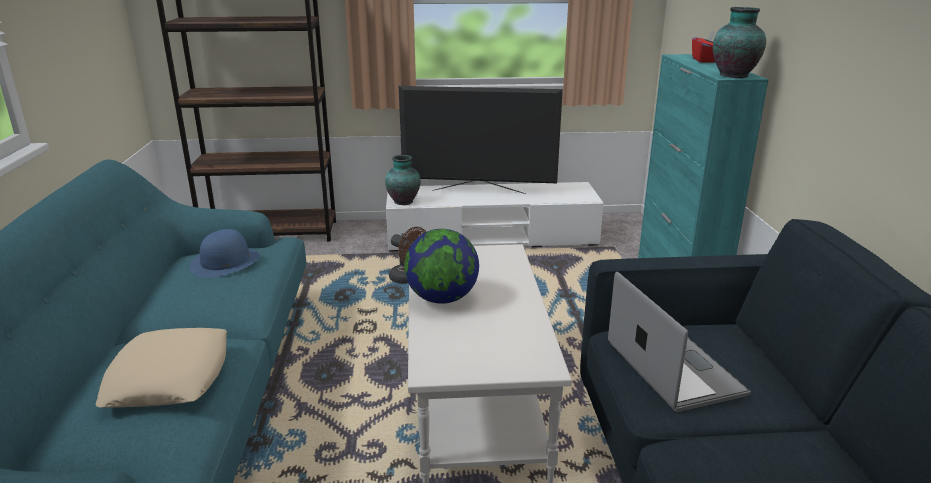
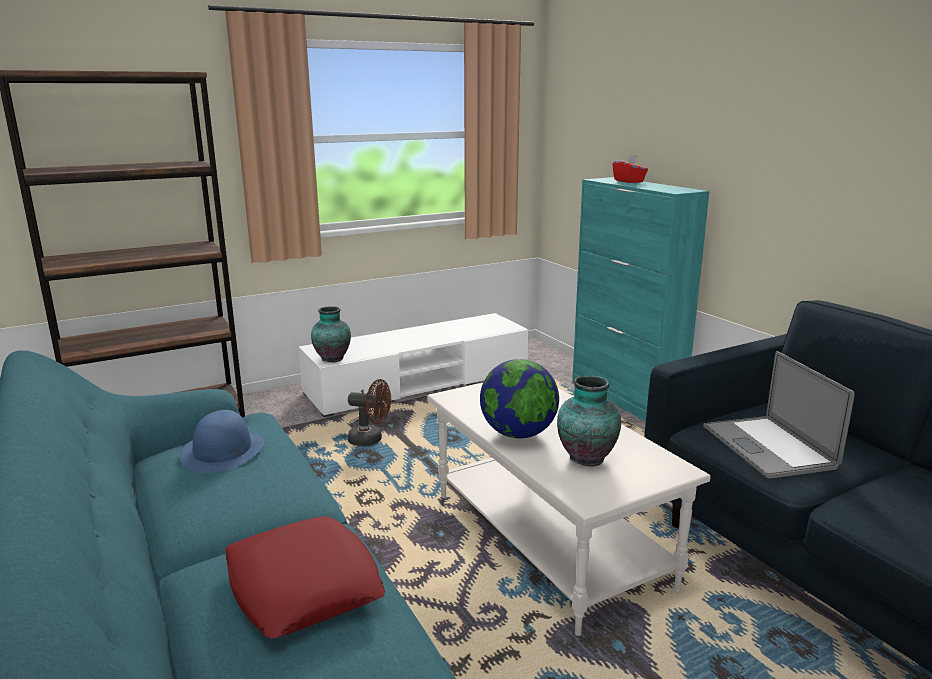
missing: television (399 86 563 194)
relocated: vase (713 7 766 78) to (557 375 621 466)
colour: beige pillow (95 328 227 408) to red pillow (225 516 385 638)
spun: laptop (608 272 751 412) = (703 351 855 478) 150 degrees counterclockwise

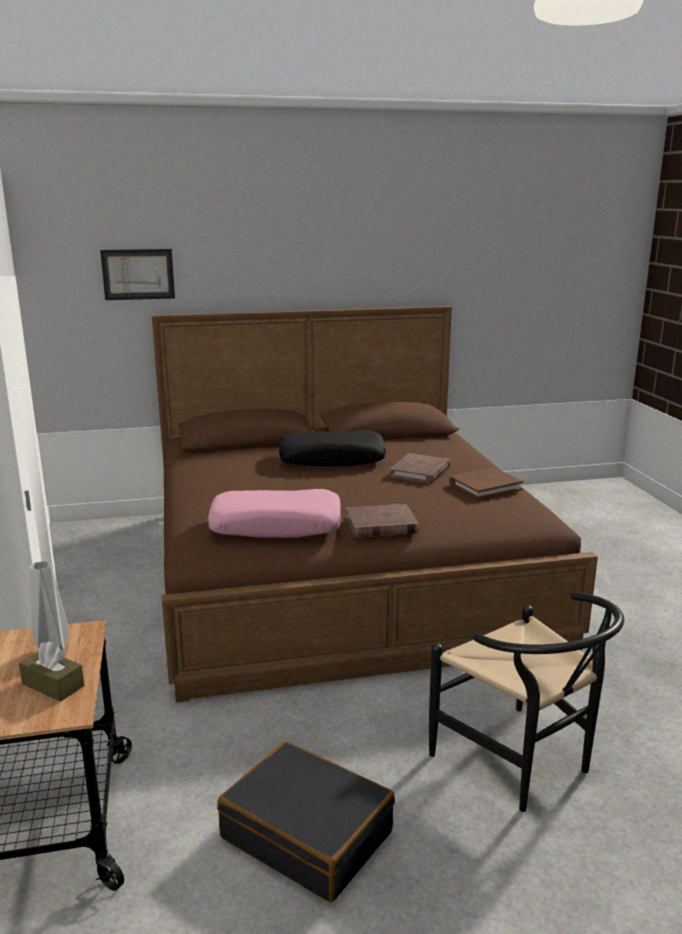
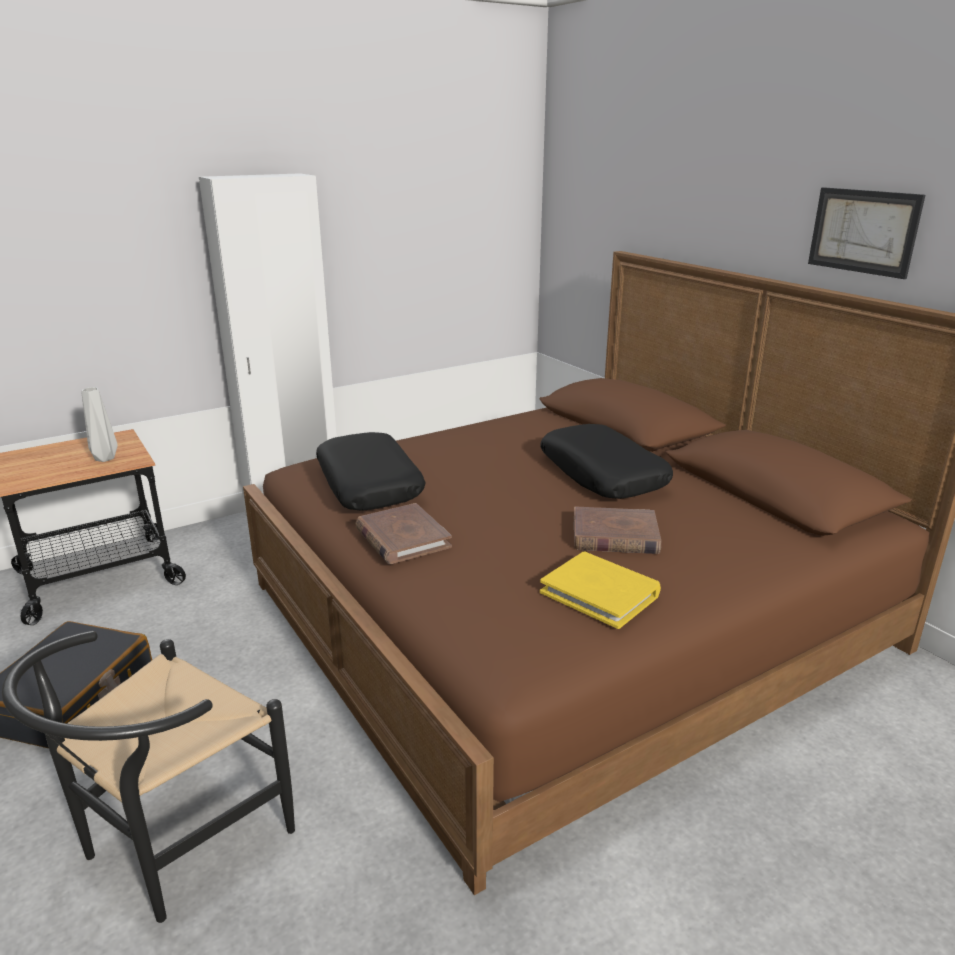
missing: brown tissue box (19 641 84 702)
relocated: picture (100 249 175 300) to (808 187 925 279)
colour: pink pillow (208 489 341 538) to black pillow (316 432 425 511); brown book (449 468 523 500) to yellow book (540 552 661 629)

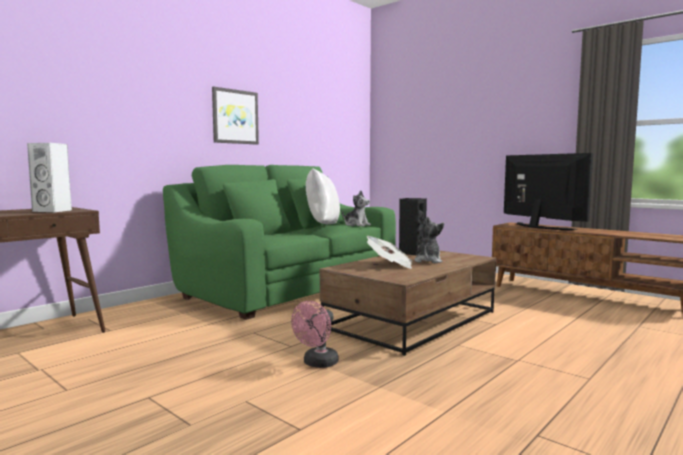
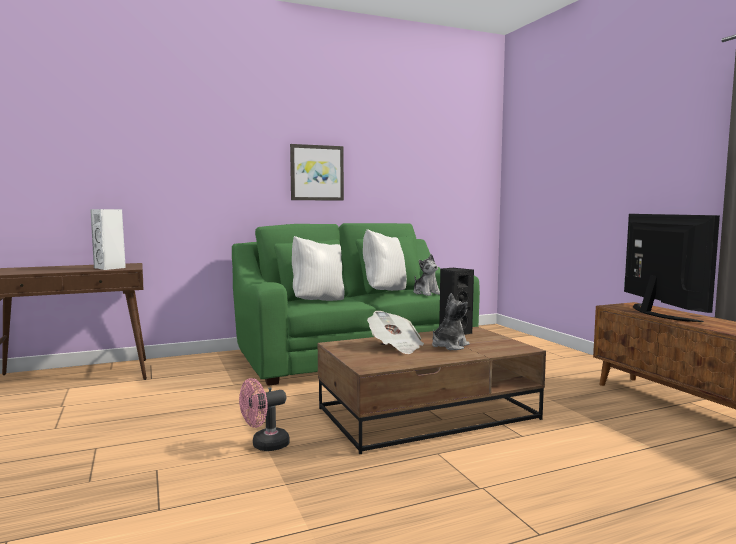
appeared: white pillow (292 236 344 301)

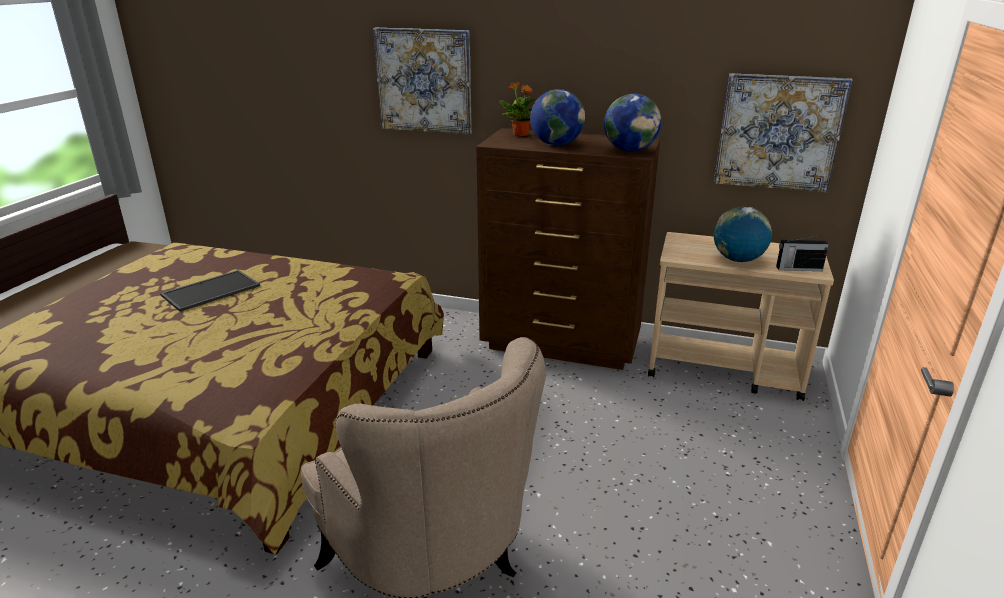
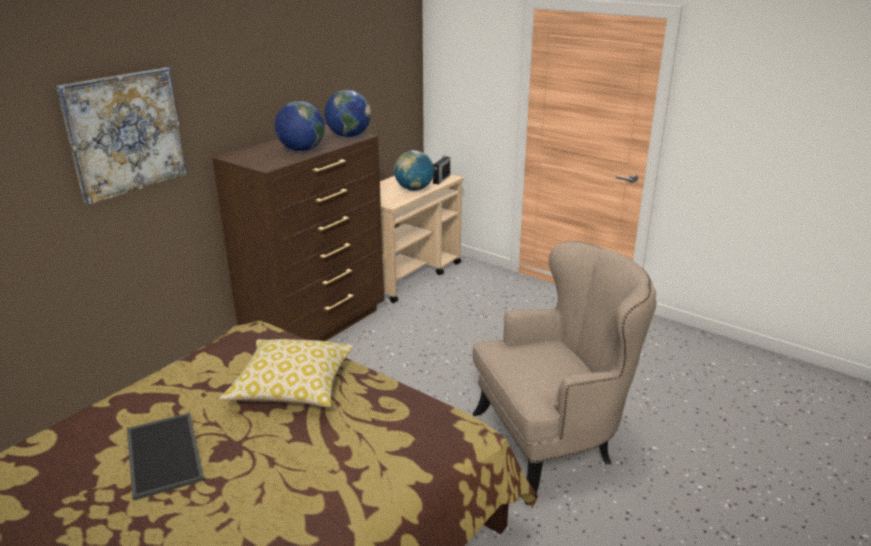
missing: potted plant (499 82 535 137); picture (714 73 852 193)
appeared: pillow (219 339 353 407)

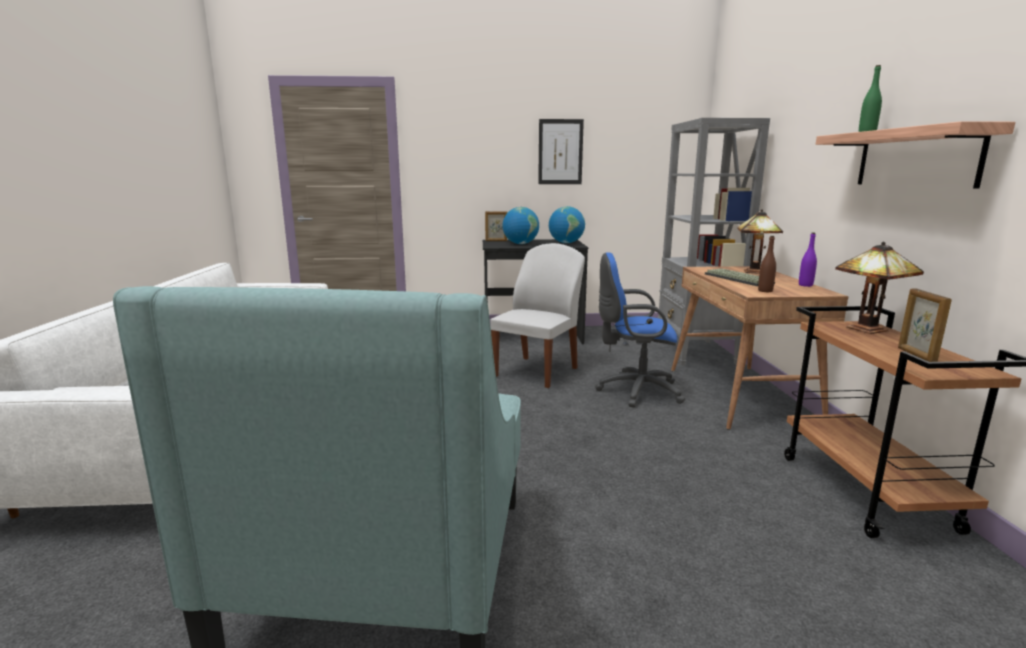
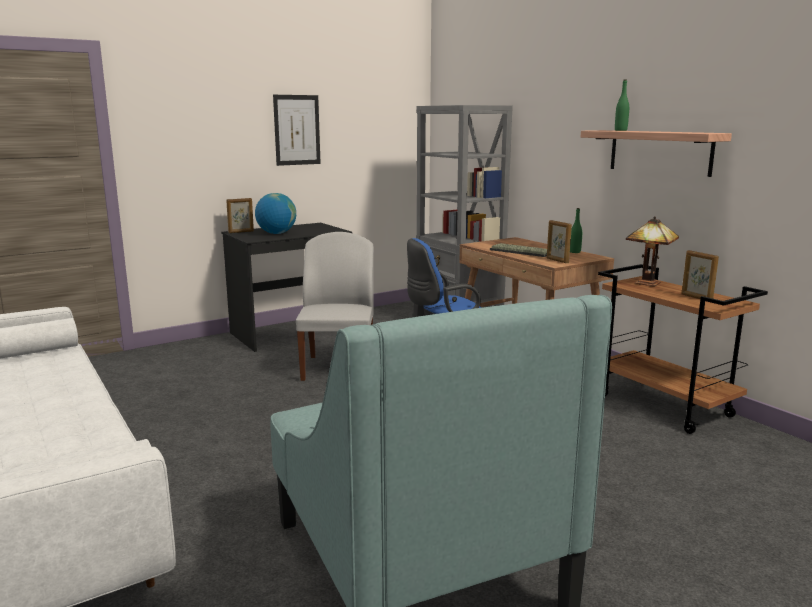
missing: globe (549 206 585 243); table lamp (738 209 783 274)
exchanged: brown bottle (758 236 776 292) to picture frame (547 220 572 263)
colour: purple bottle (799 233 817 287) to green bottle (570 208 582 253)

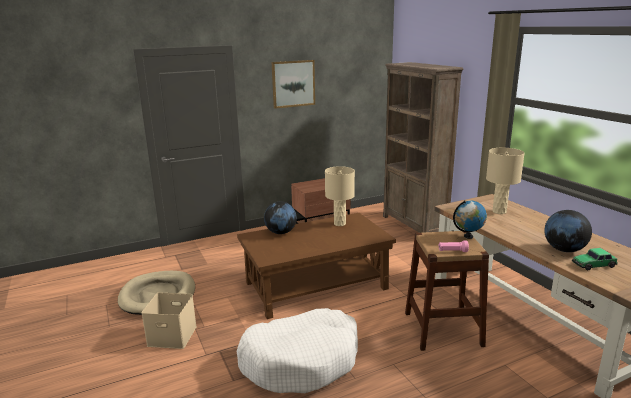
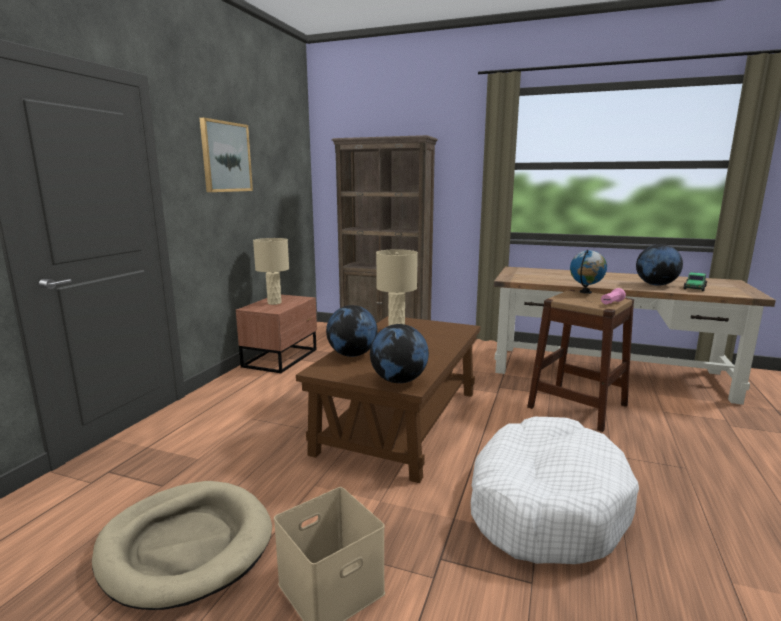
appeared: globe (370 324 429 383)
relocated: beige table lamp (486 148 525 214) to (253 238 289 305)

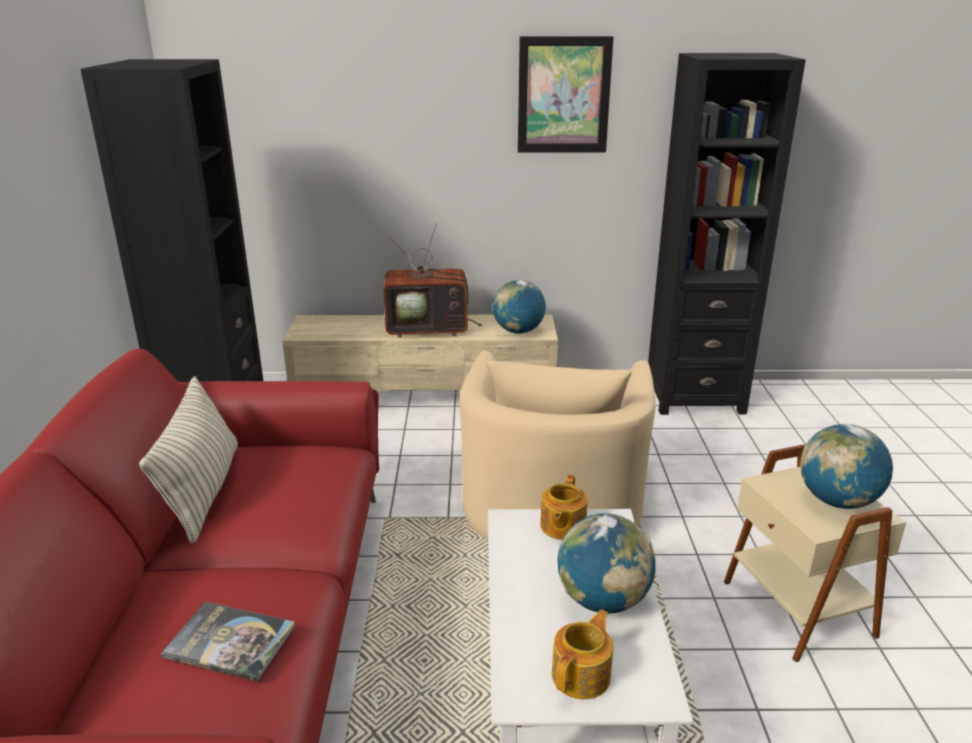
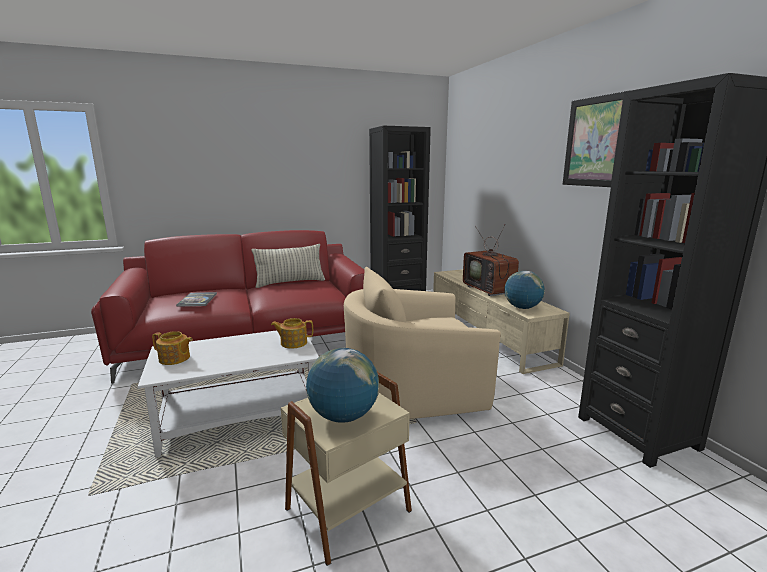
missing: globe (557 513 656 614)

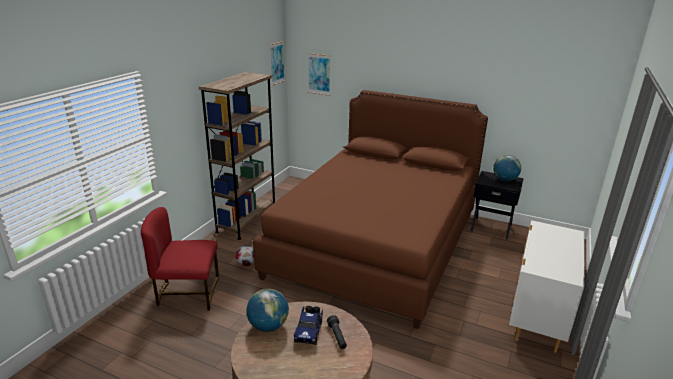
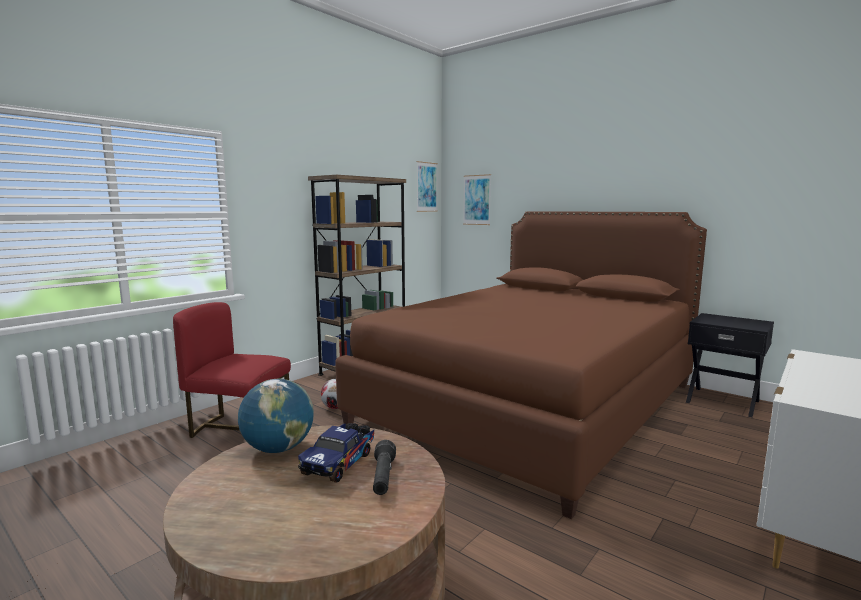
missing: globe (493 155 521 181)

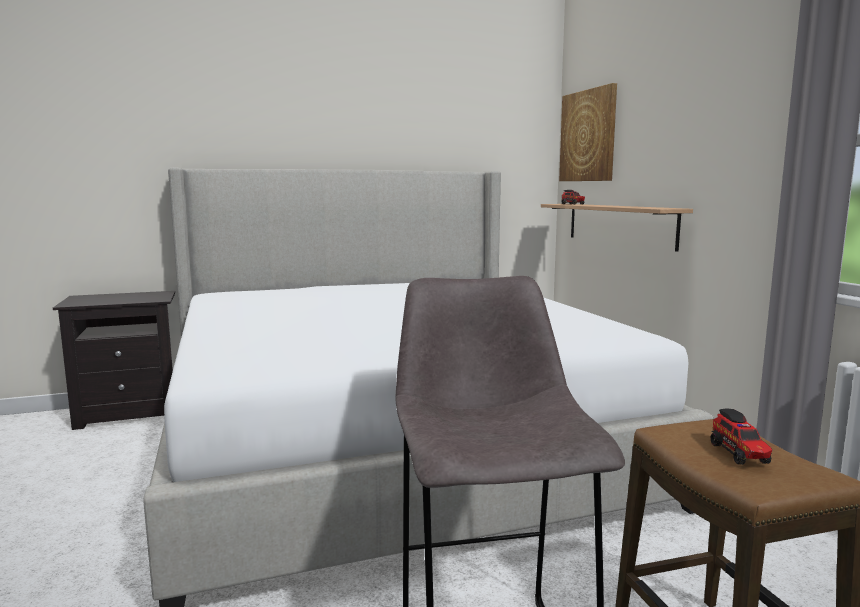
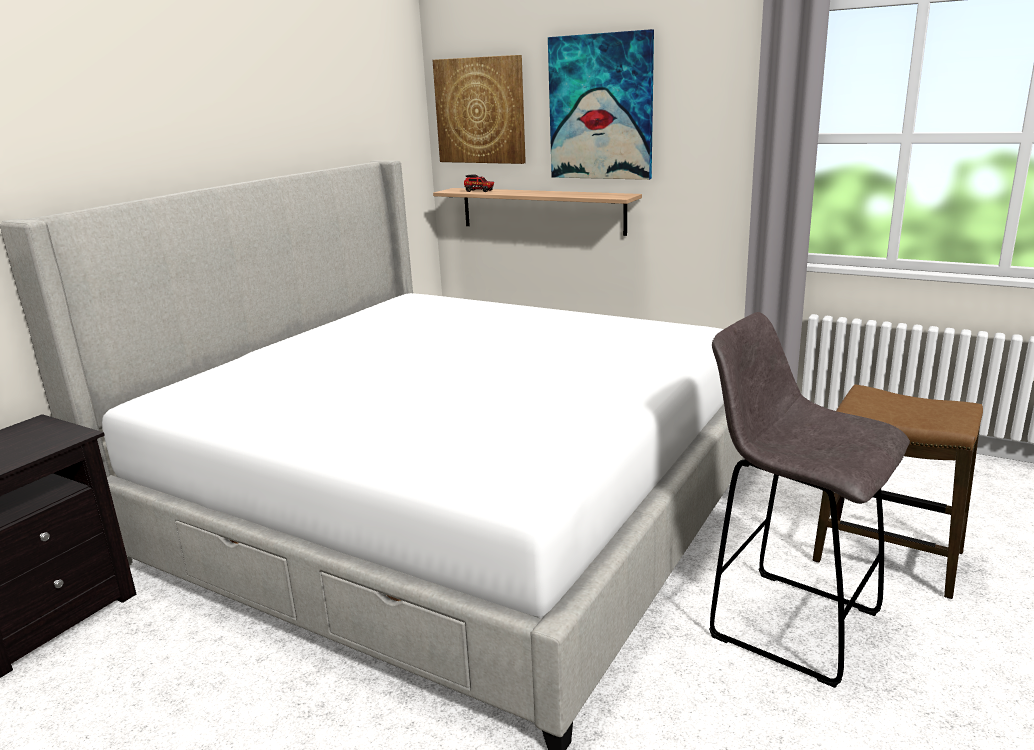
missing: toy truck (710 409 772 465)
appeared: picture (548 29 654 180)

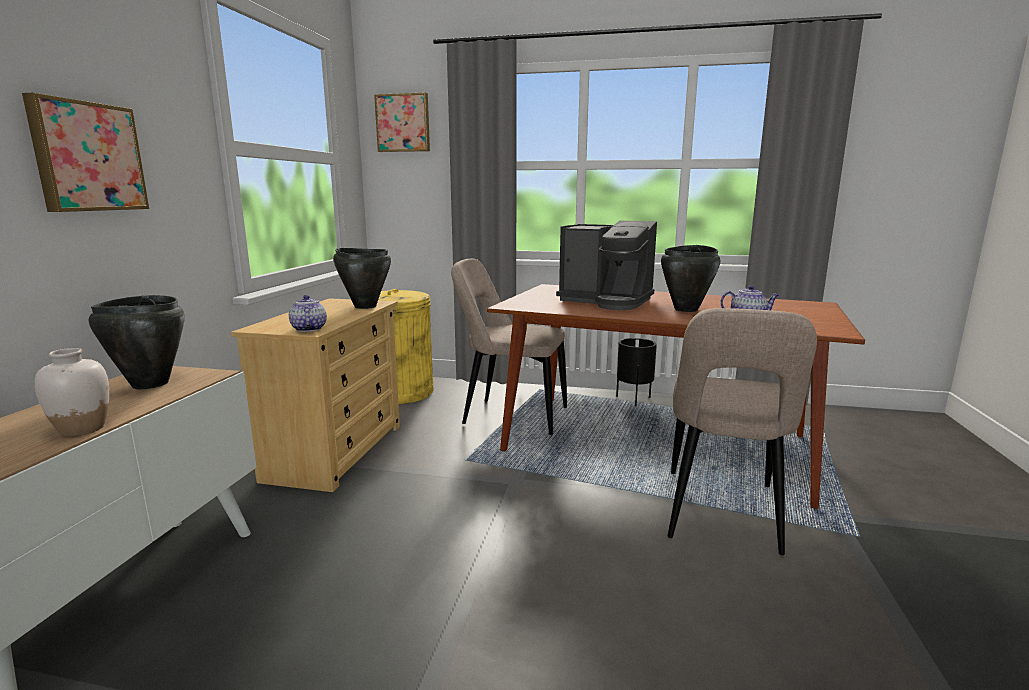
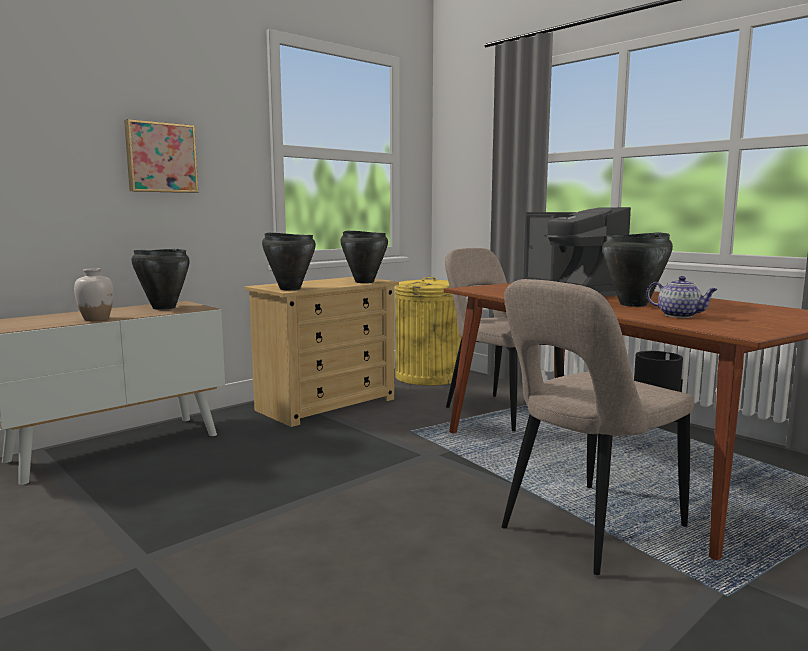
missing: picture (374 93 430 152)
exchanged: teapot (289 295 327 332) to black cooking pot (262 232 316 290)

